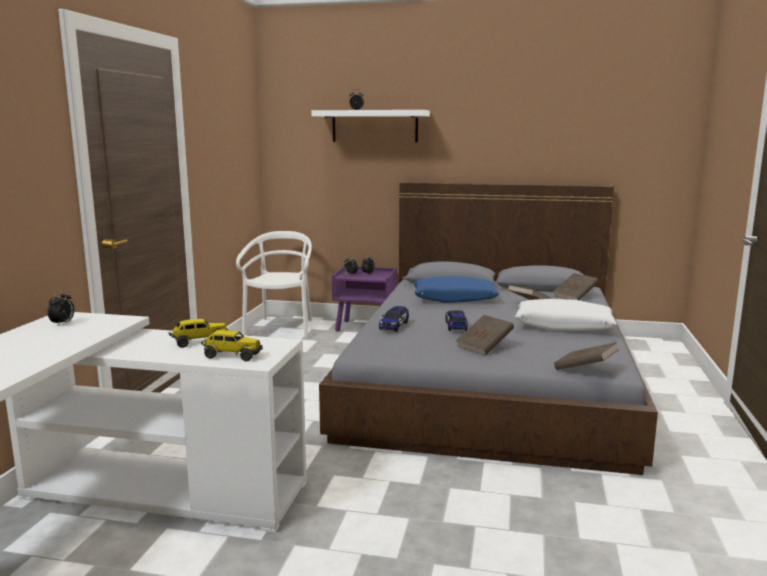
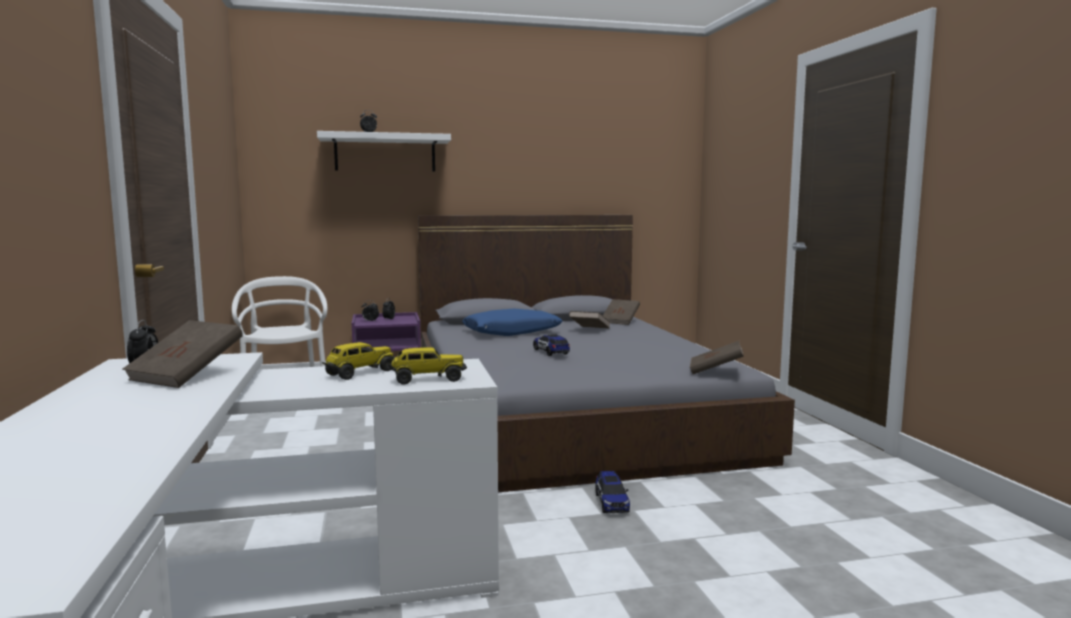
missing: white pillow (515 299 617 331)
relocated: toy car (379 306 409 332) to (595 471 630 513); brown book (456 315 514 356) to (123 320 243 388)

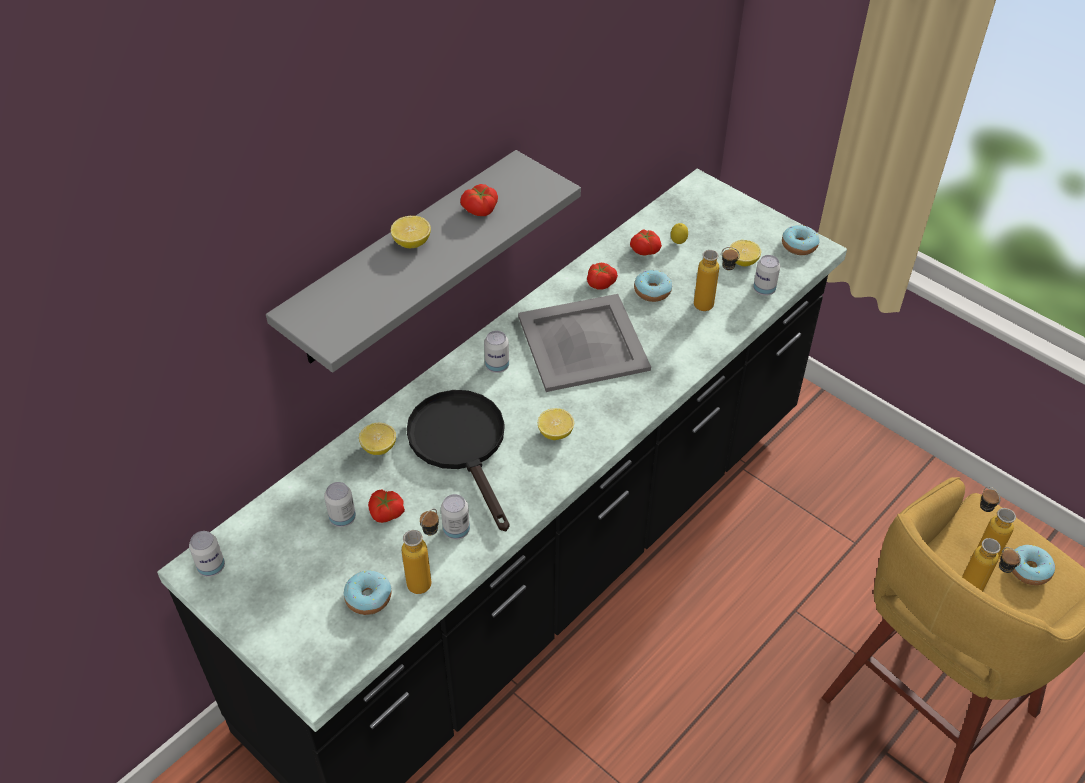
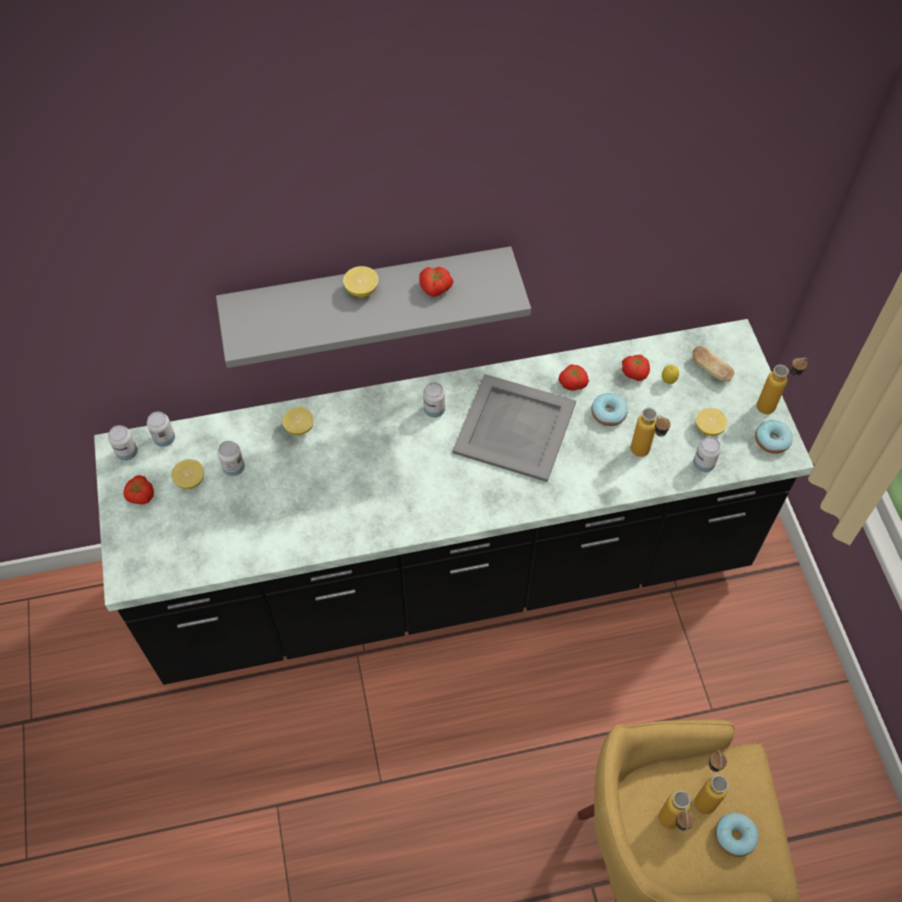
missing: donut (344 570 391 615); black frying pan (406 390 509 531)
appeared: bread (692 346 734 382)
relocated: tomato (368 489 405 523) to (123 475 154 504); bottle (401 509 439 594) to (757 358 808 414); can (441 494 470 540) to (147 411 175 447); lemon (538 408 574 440) to (171 459 204 489)

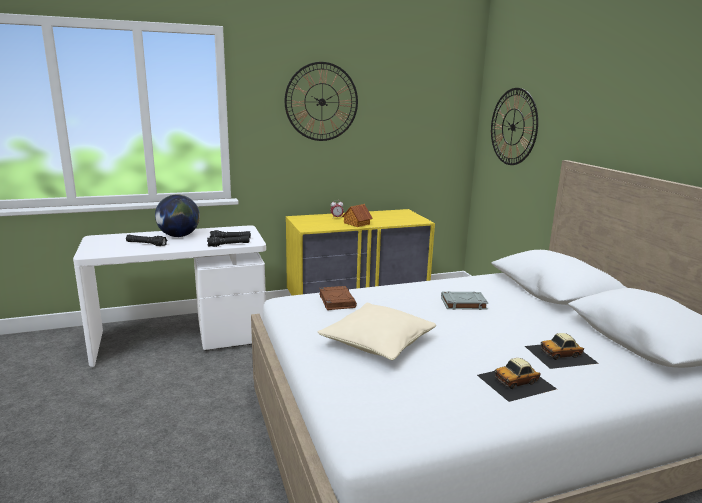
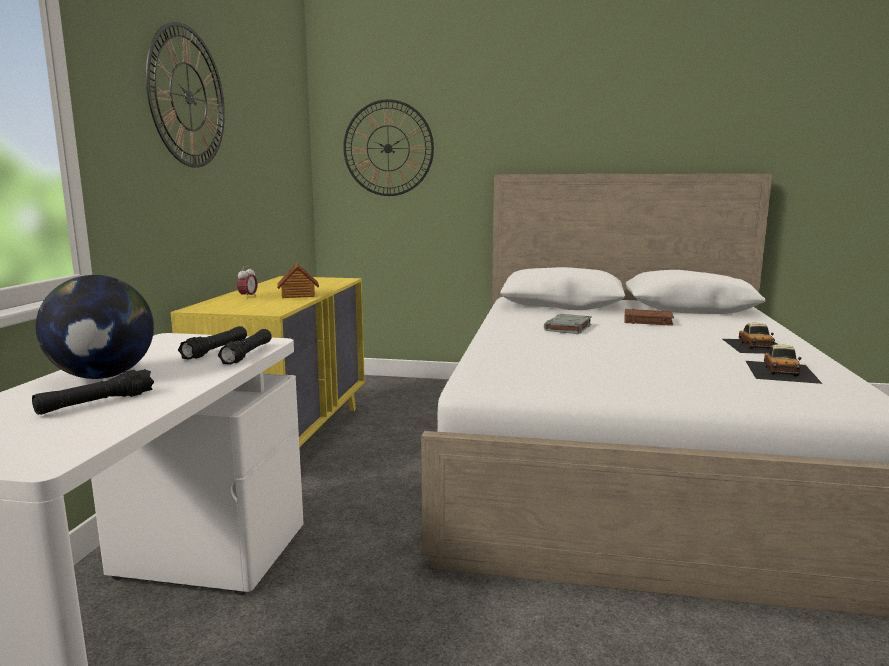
missing: beige pillow (318 303 436 360)
relocated: brown book (319 286 357 310) to (624 309 674 326); toy car (525 333 599 369) to (746 344 823 384)

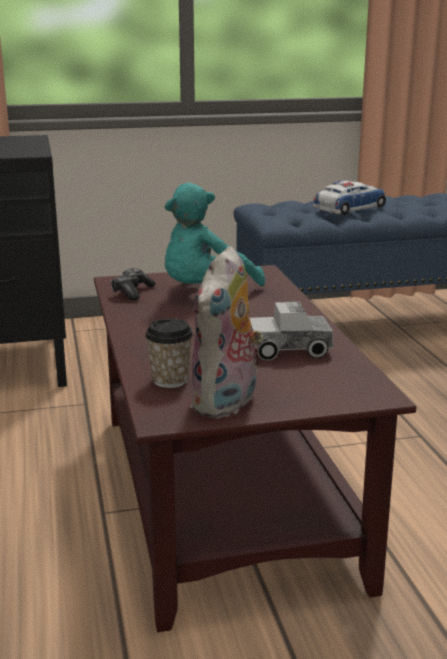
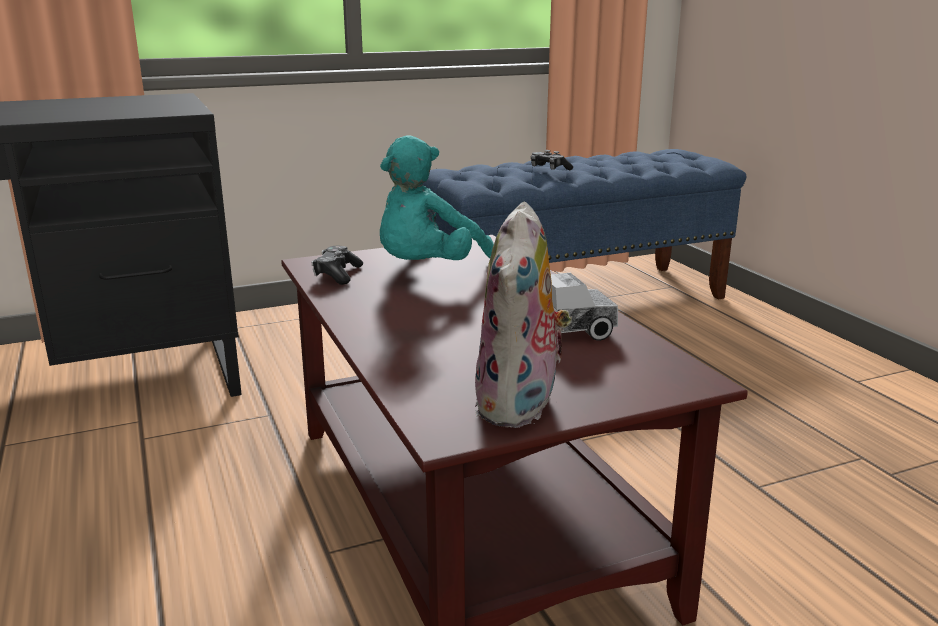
missing: cup (145 318 193 388)
exchanged: toy car (312 181 386 215) to game controller (531 150 573 170)

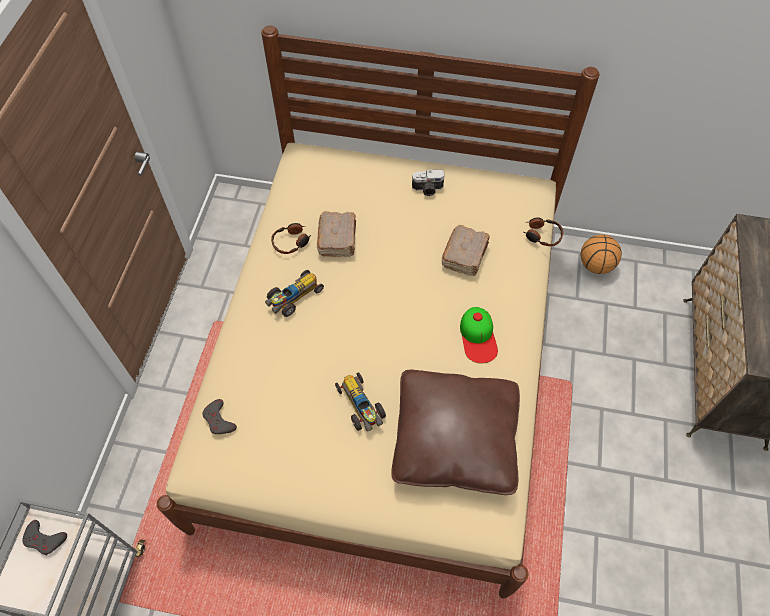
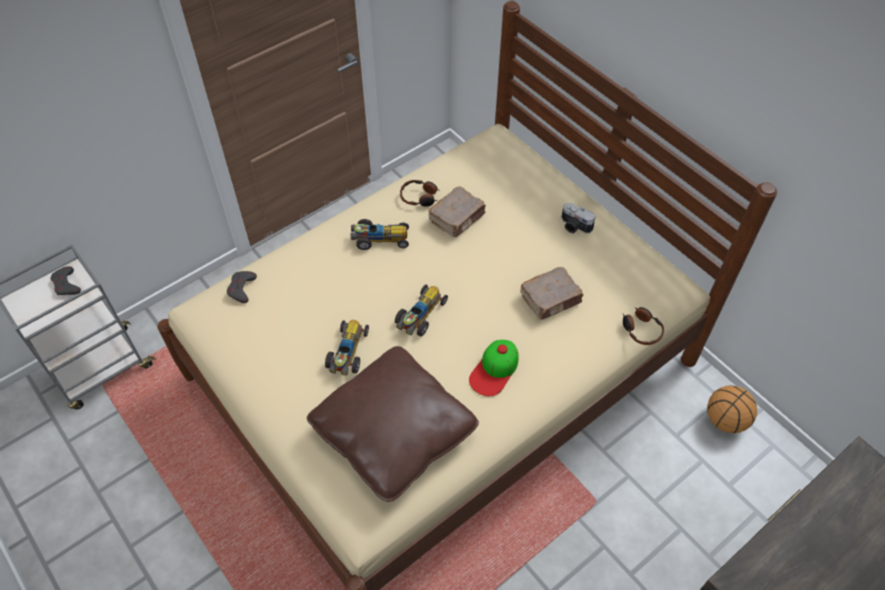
appeared: toy car (395 284 448 337)

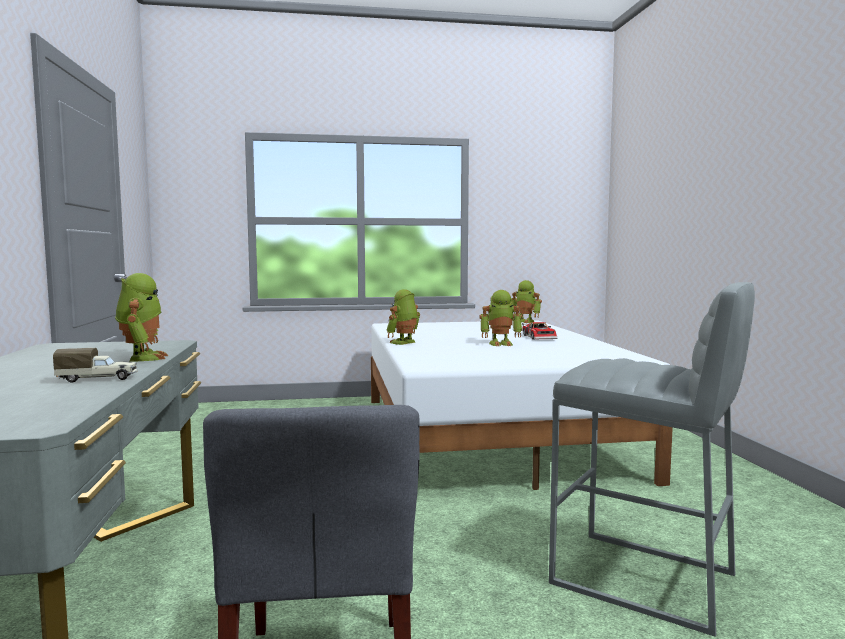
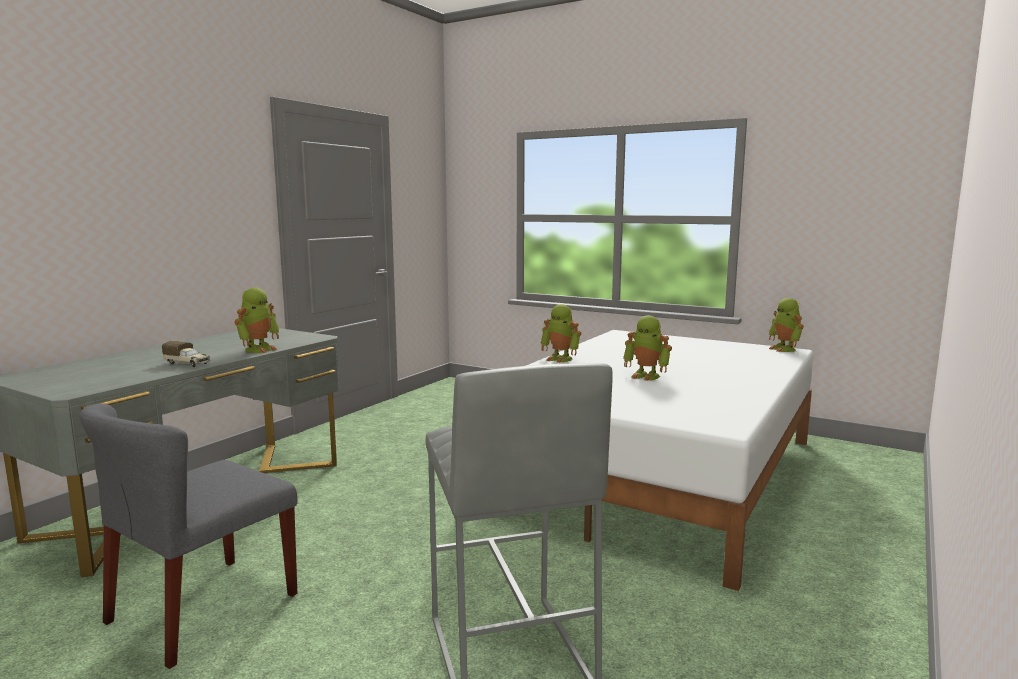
missing: toy car (522 322 558 340)
spun: toy robot (386 289 420 345) = (541 304 581 363) 135 degrees counterclockwise

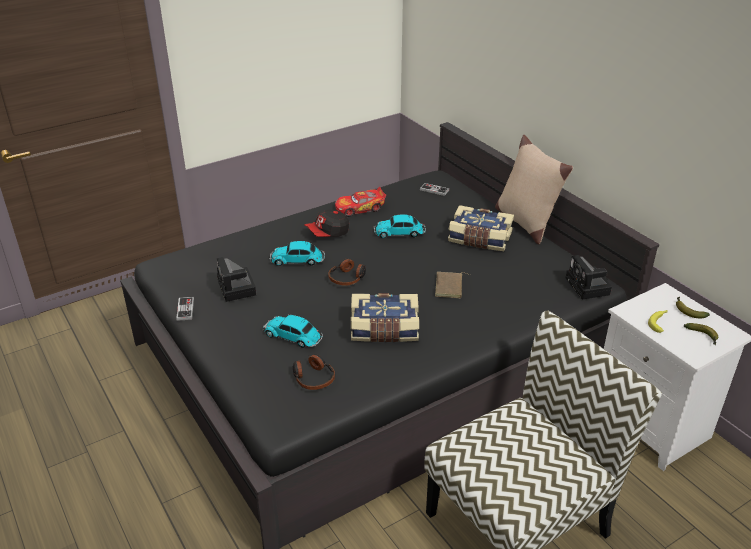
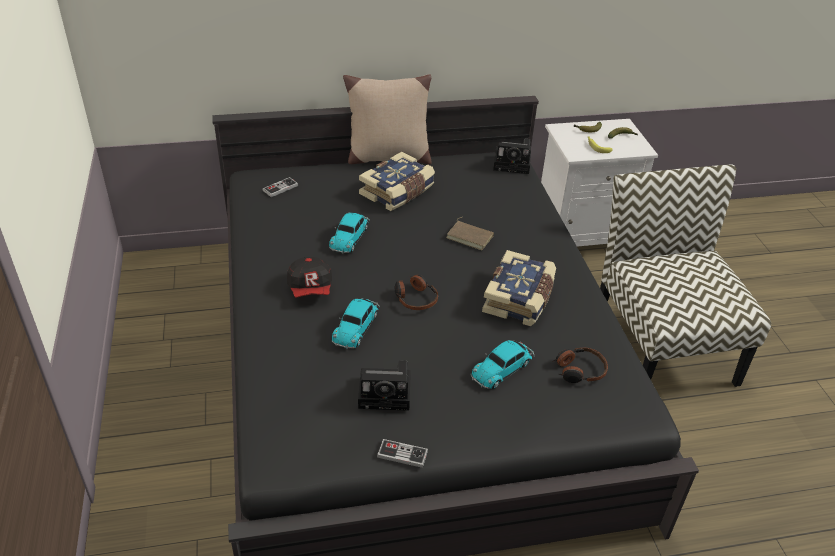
missing: toy car (335 187 386 217)

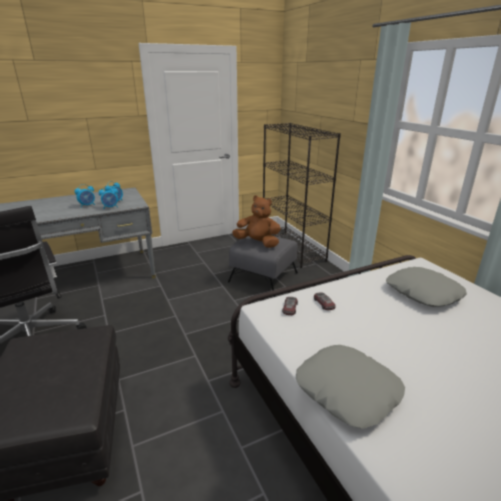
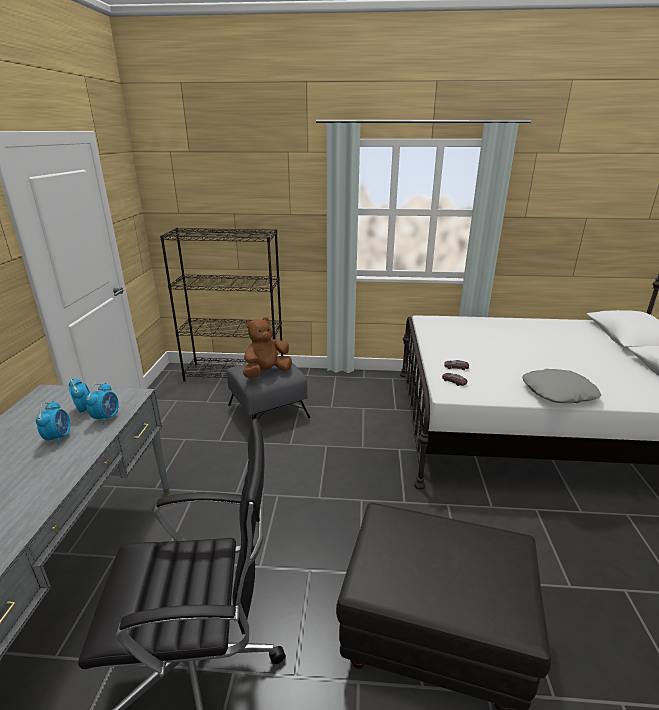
missing: grey pillow (386 267 467 307)

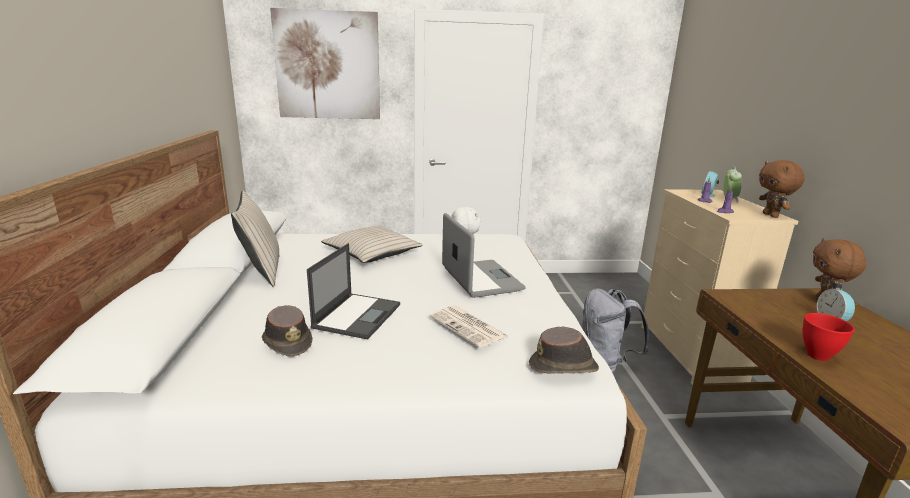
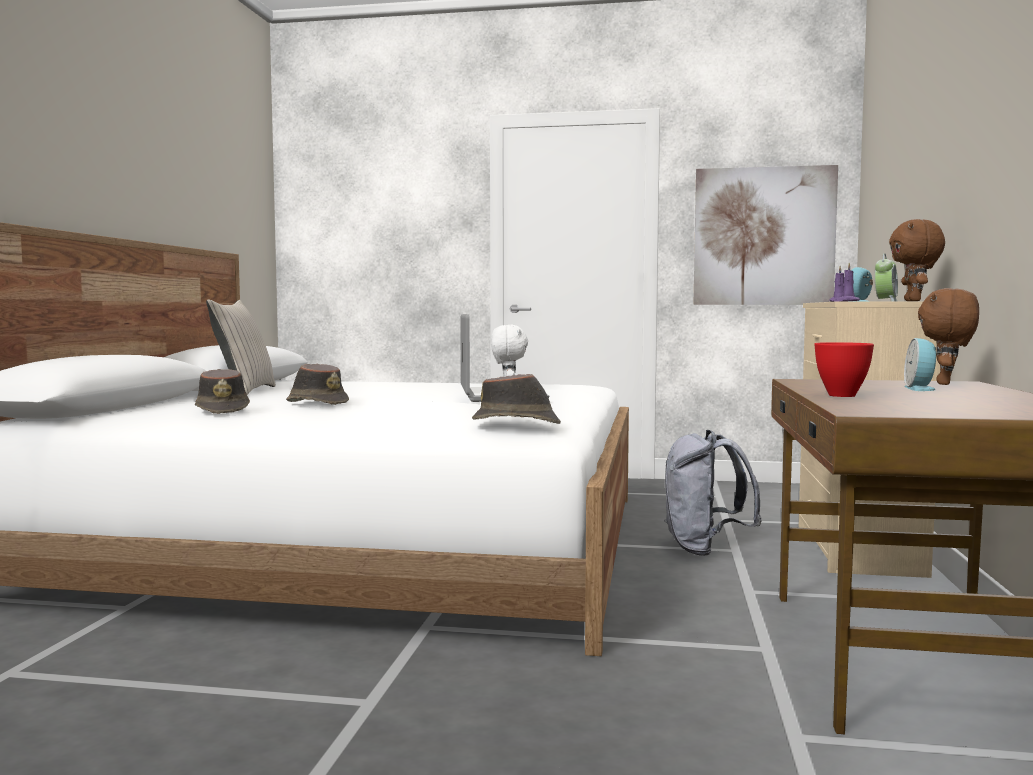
missing: beige pillow (321 226 423 263); newspaper (429 305 507 348)
relocated: picture (270 8 380 119) to (693 165 838 305)
exchanged: laptop (307 243 400 339) to brown hat (286 364 349 405)

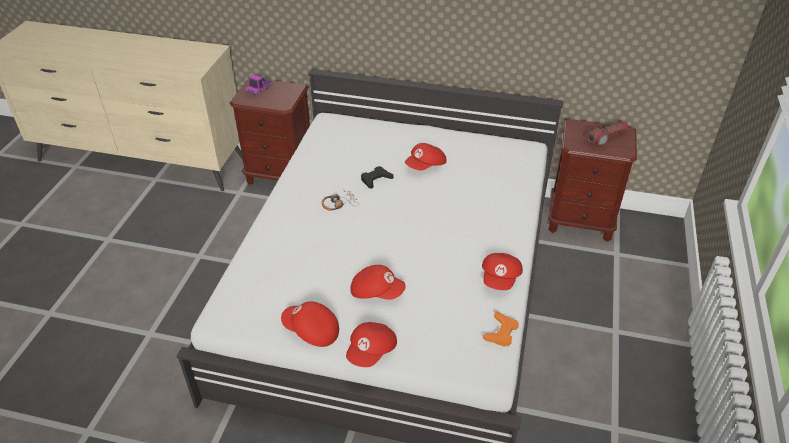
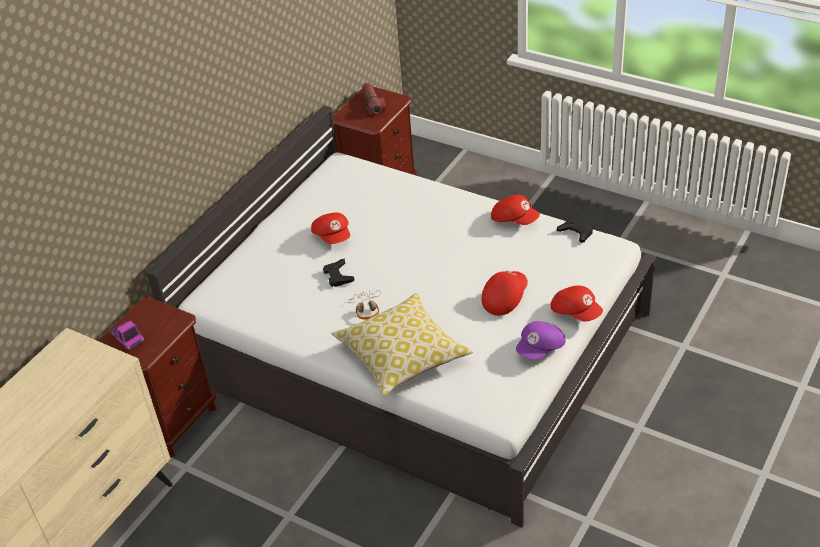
appeared: pillow (331 293 473 396)
colour: red cap (281 301 339 347) to purple cap (516 321 565 360); orange game controller (483 311 519 347) to black game controller (557 218 593 243)

